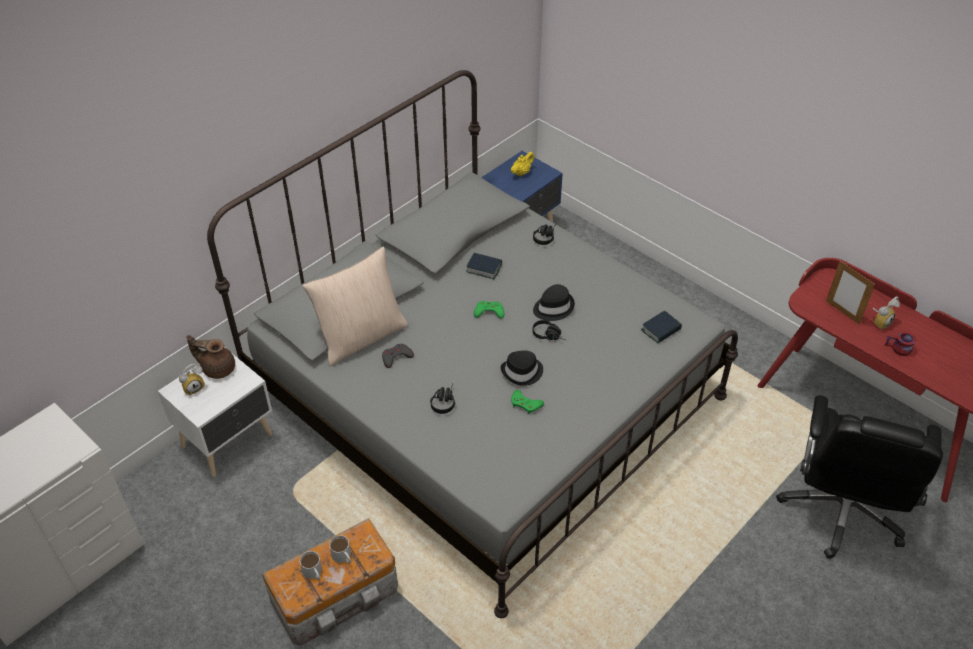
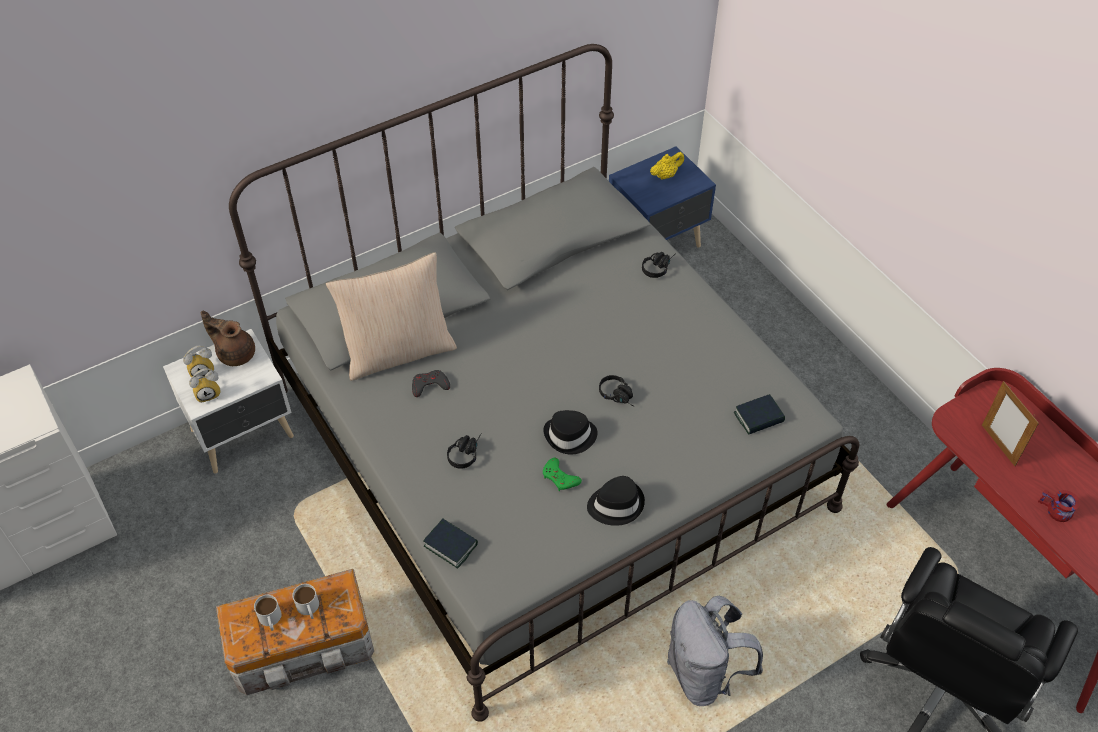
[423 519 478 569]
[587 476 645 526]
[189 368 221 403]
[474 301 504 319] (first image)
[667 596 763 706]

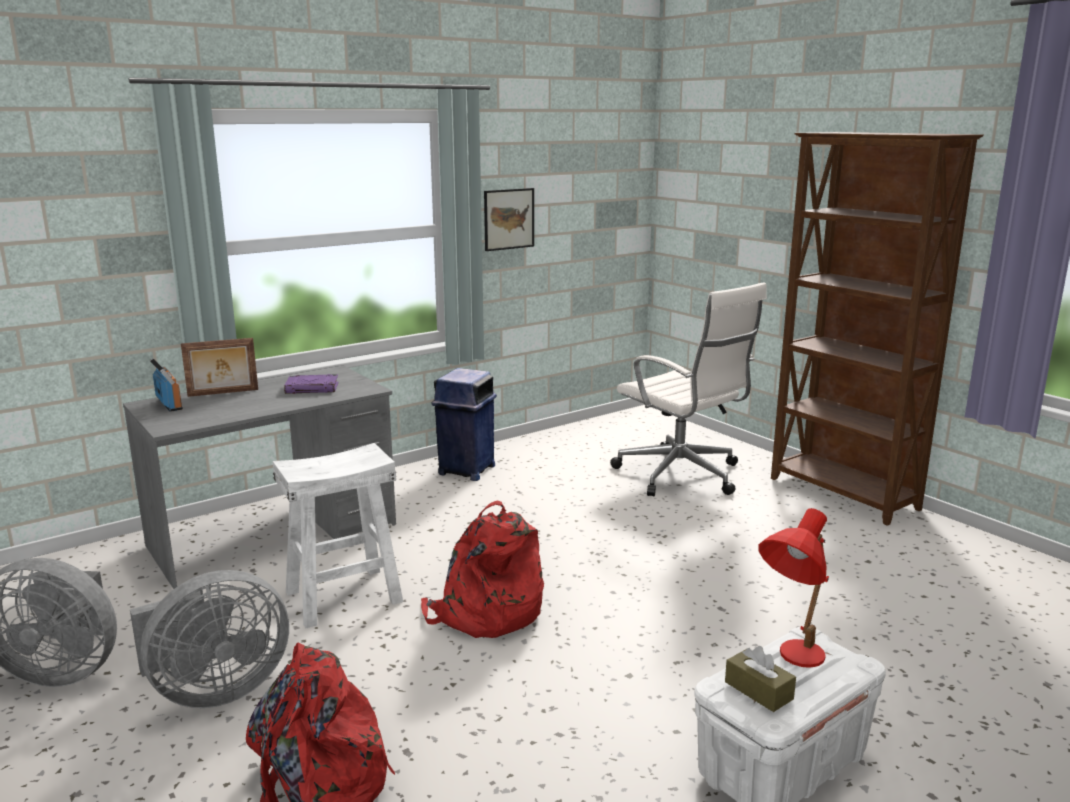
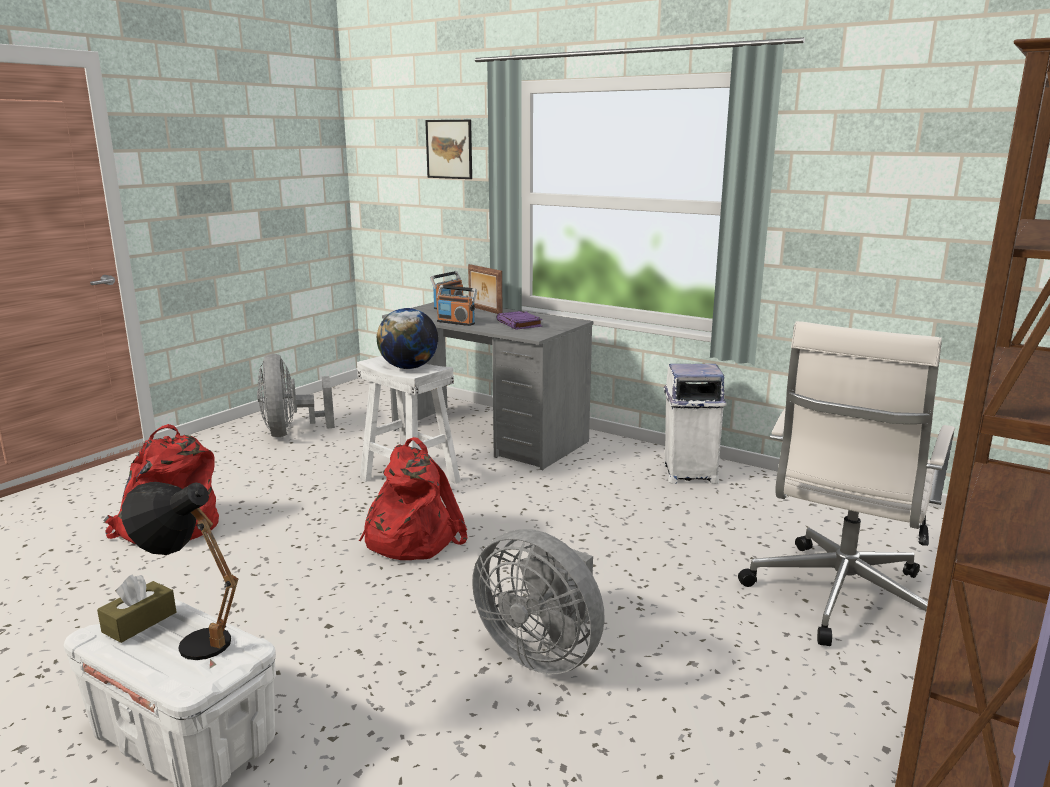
[425 120 472 179]
[664 364 727 484]
[122 482 238 660]
[472 529 605 674]
[437 285 477 326]
[377 308 438 369]

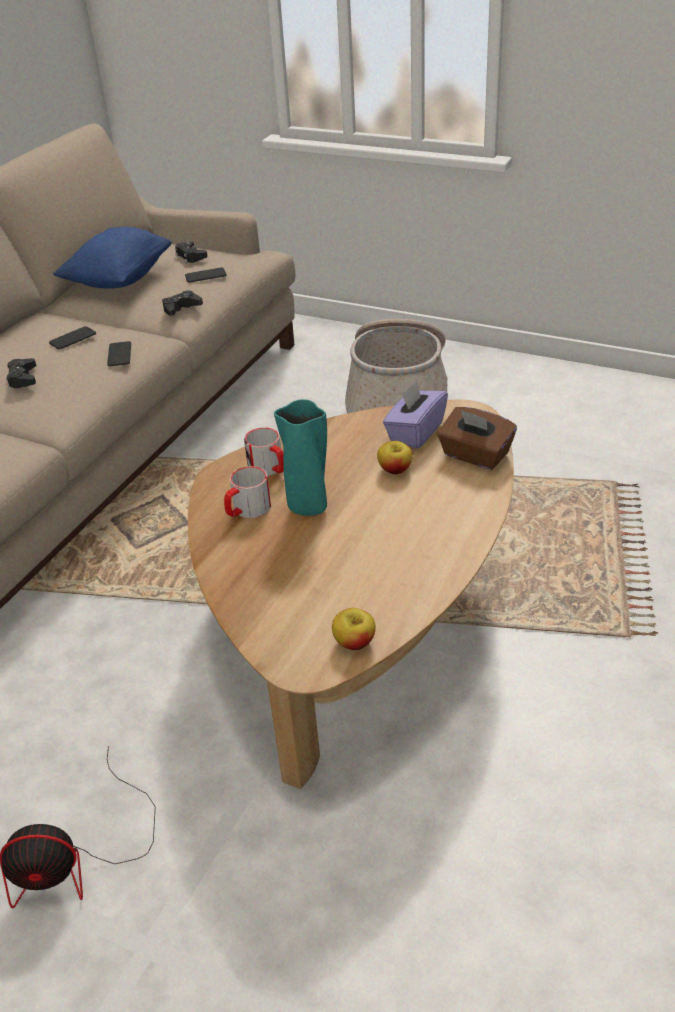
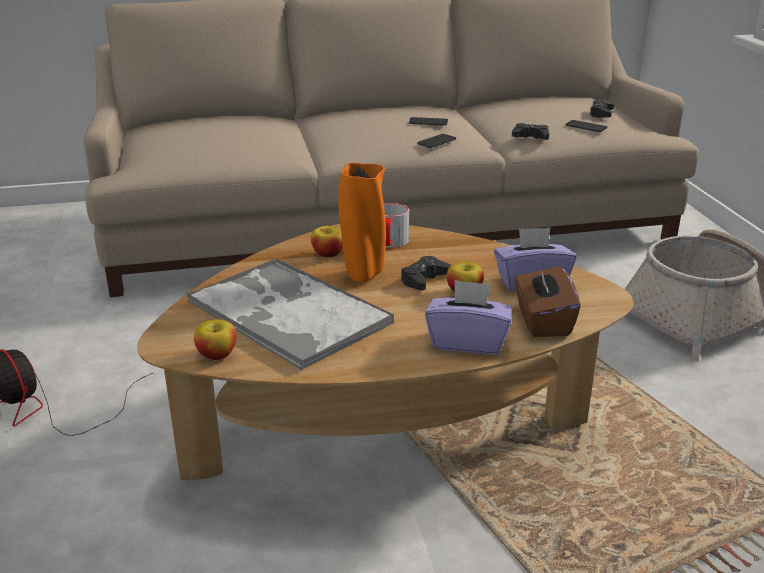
[53 227 172 289] (first image)
[401 256 451 290]
[338 163 386 282]
[311 226 343 257]
[186 258 394 371]
[425 280 512 355]

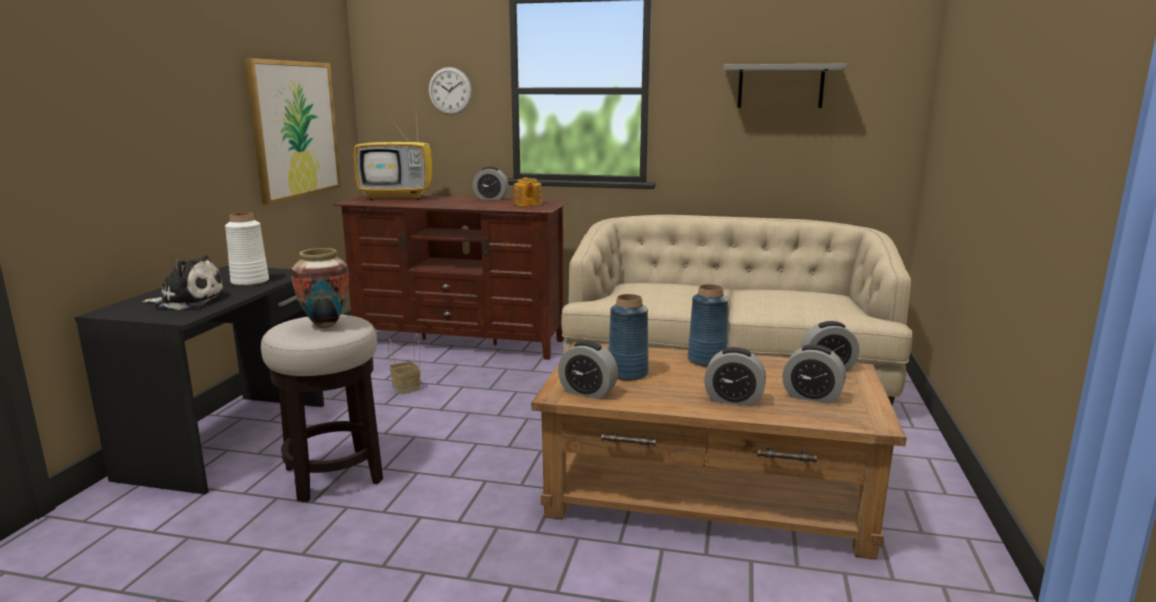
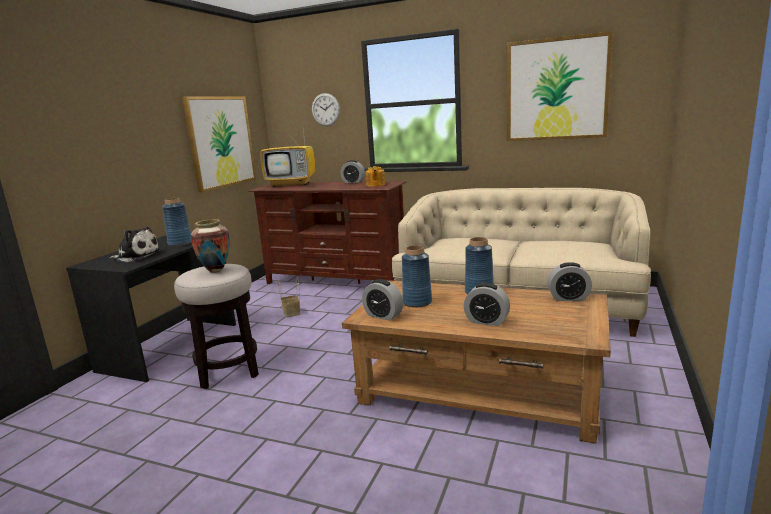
[507 31 613 141]
[162 198 191 246]
[782 345 846 404] (first image)

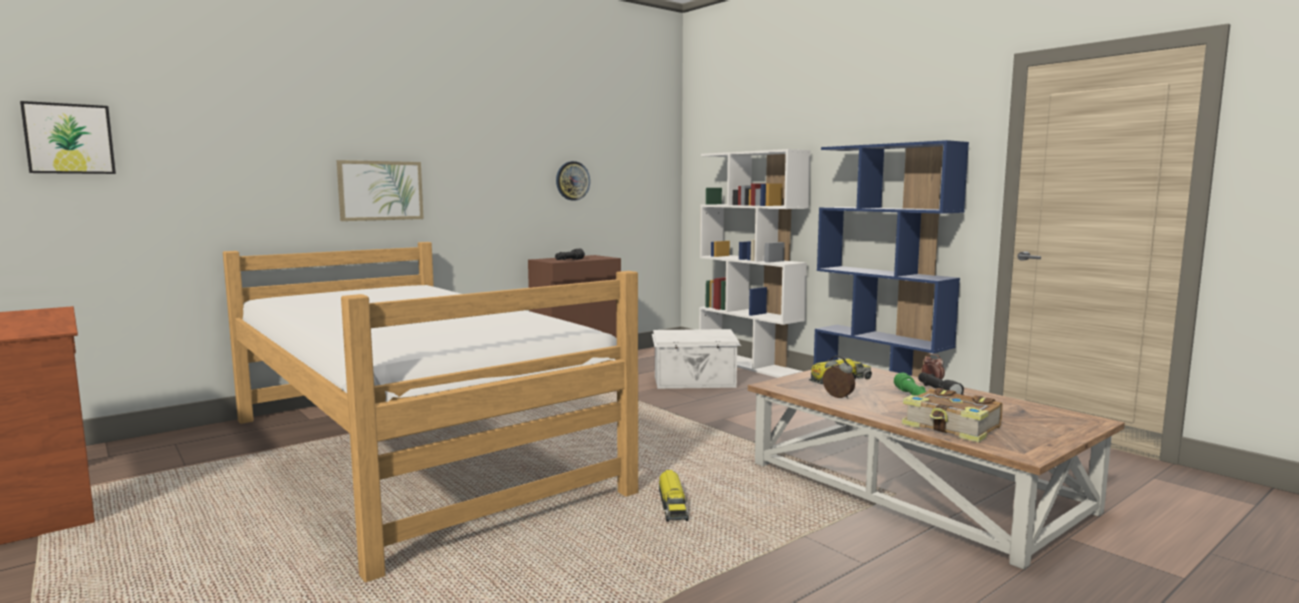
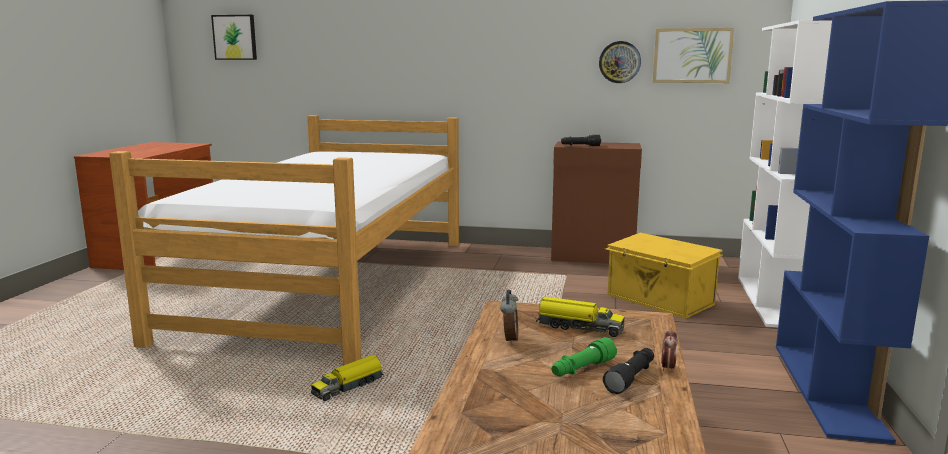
[652 28 734 83]
[605 233 723 319]
[902 388 1003 443] (first image)

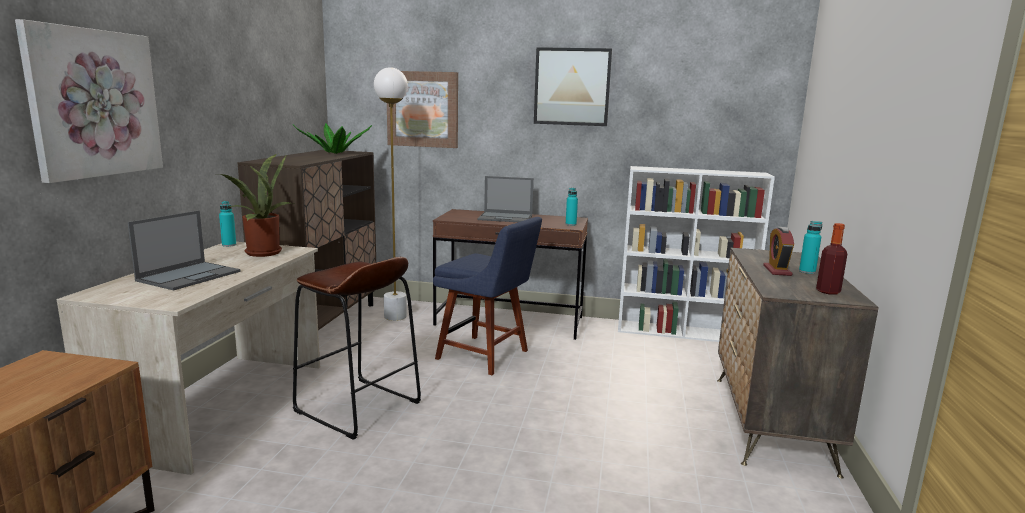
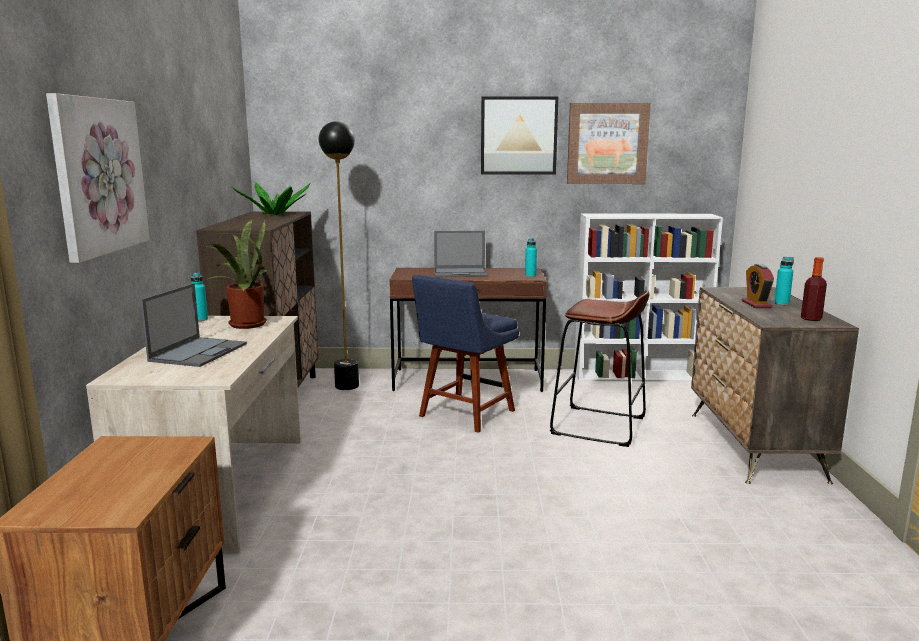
[319 121 359 390]
[567 103 651 184]
[412 275 519 433]
[550 290 649 447]

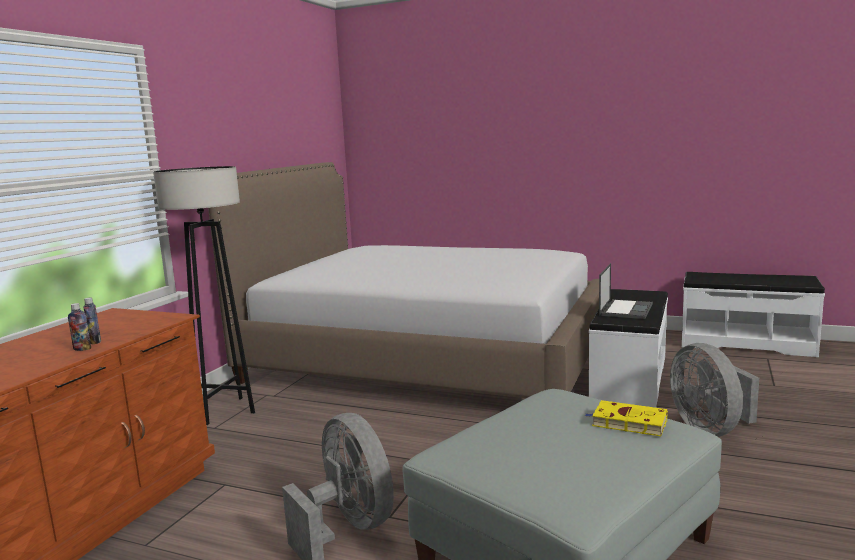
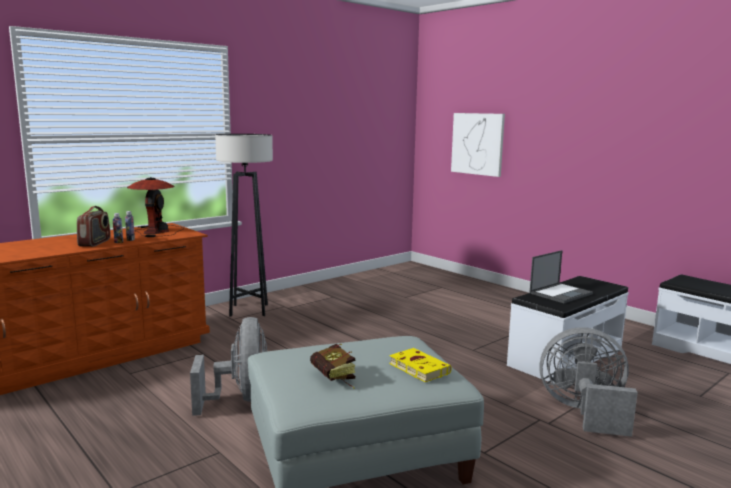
[208 162 599 398] (first image)
[540 327 638 437]
[451 113 505 177]
[127 177 184 237]
[77 206 111 247]
[310 344 356 389]

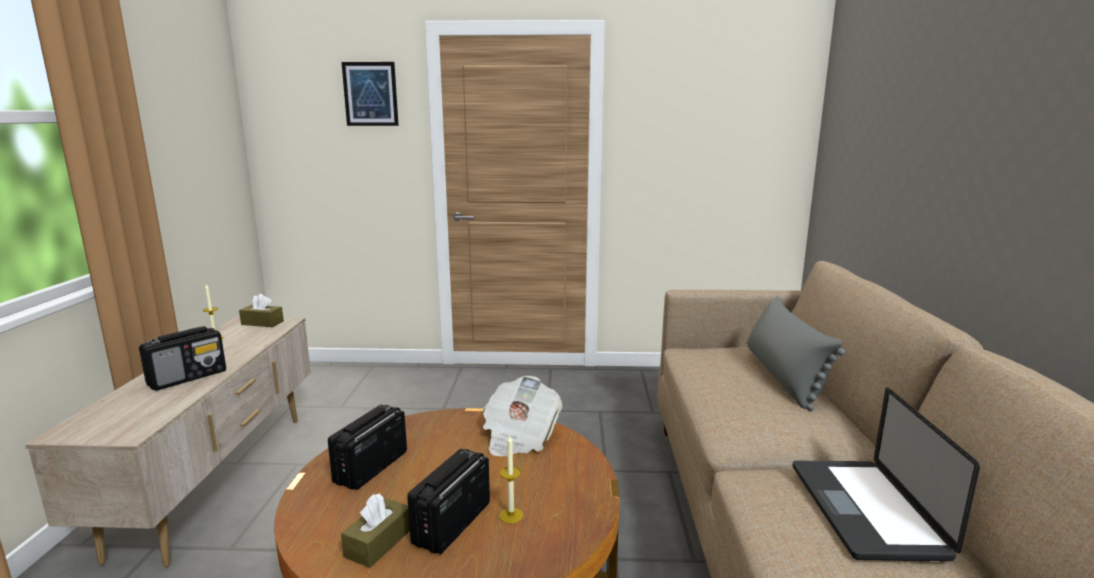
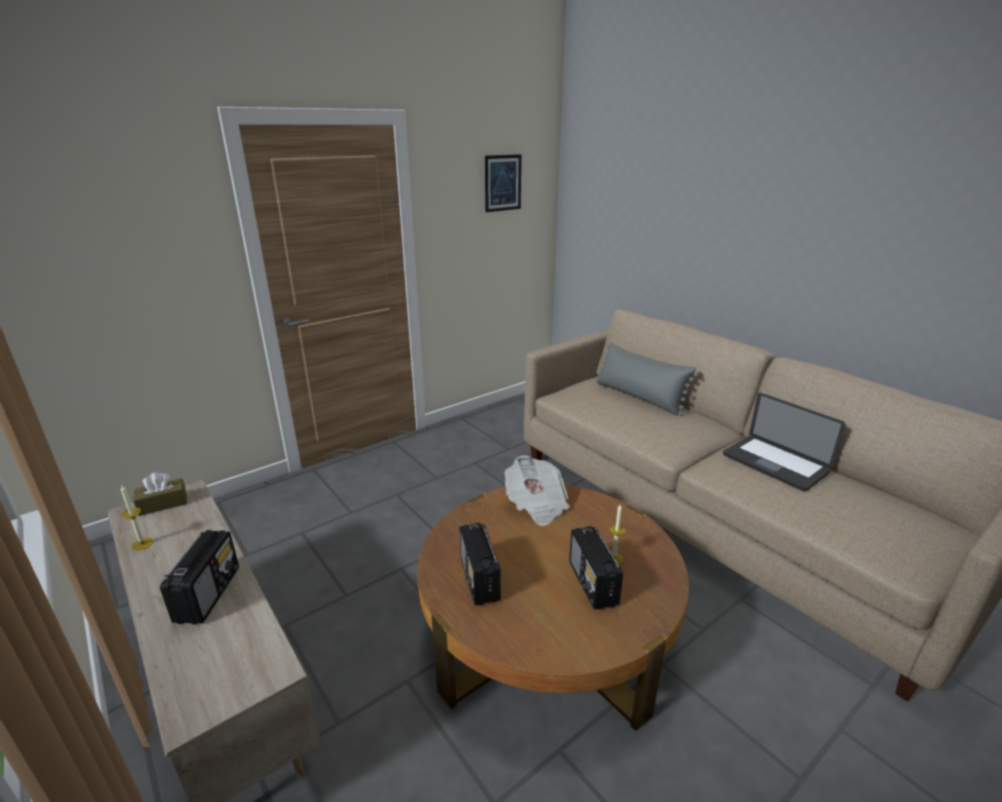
[485 154 521 212]
[341 493 410 568] (first image)

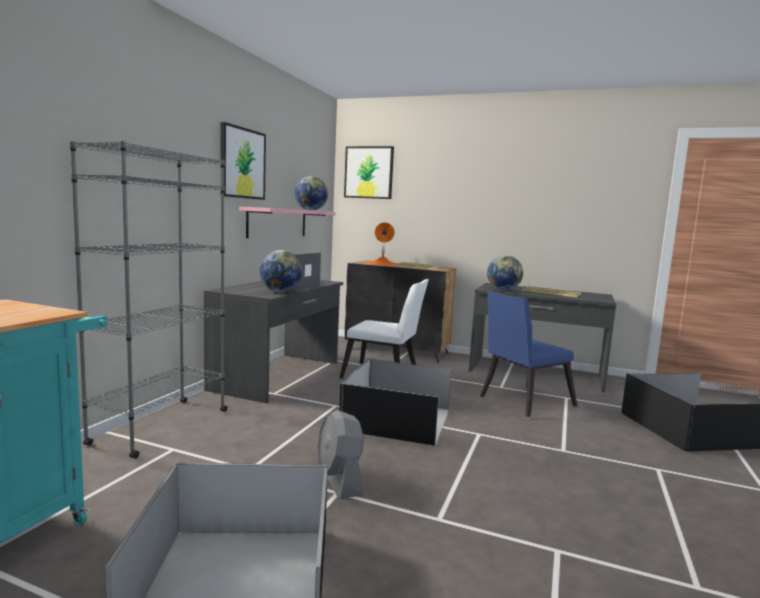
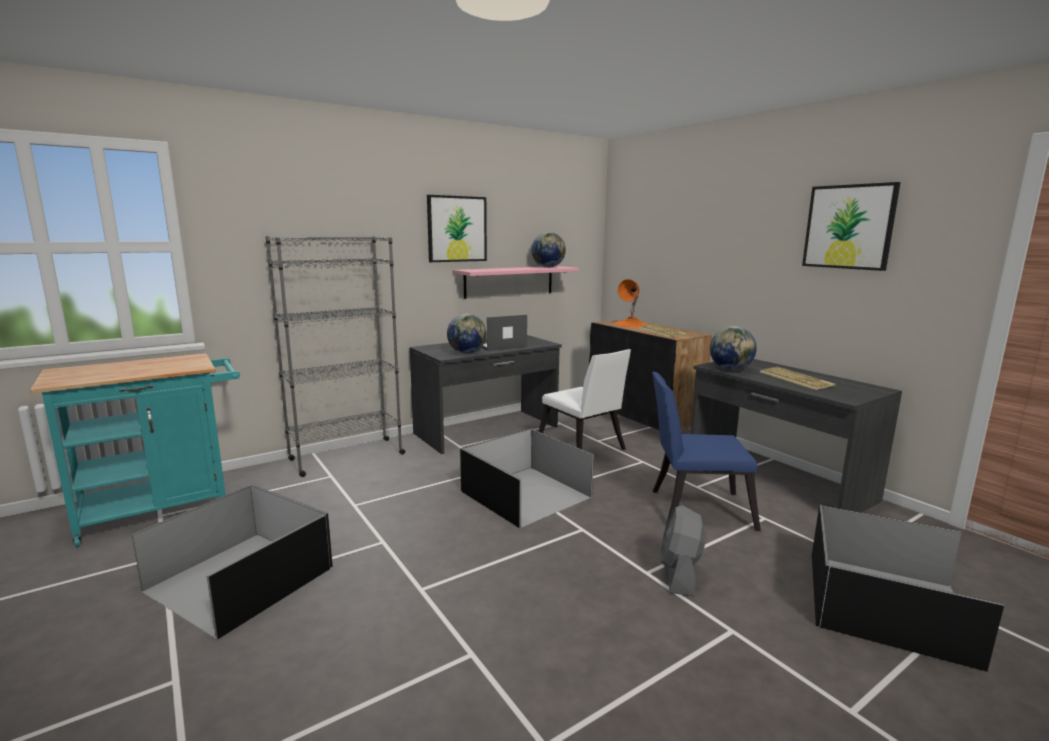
[802 182 901 271]
[661 505 706 596]

